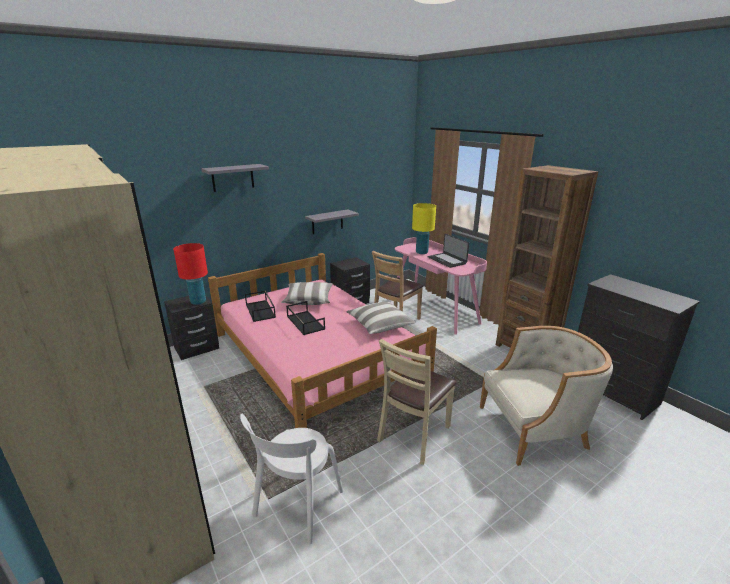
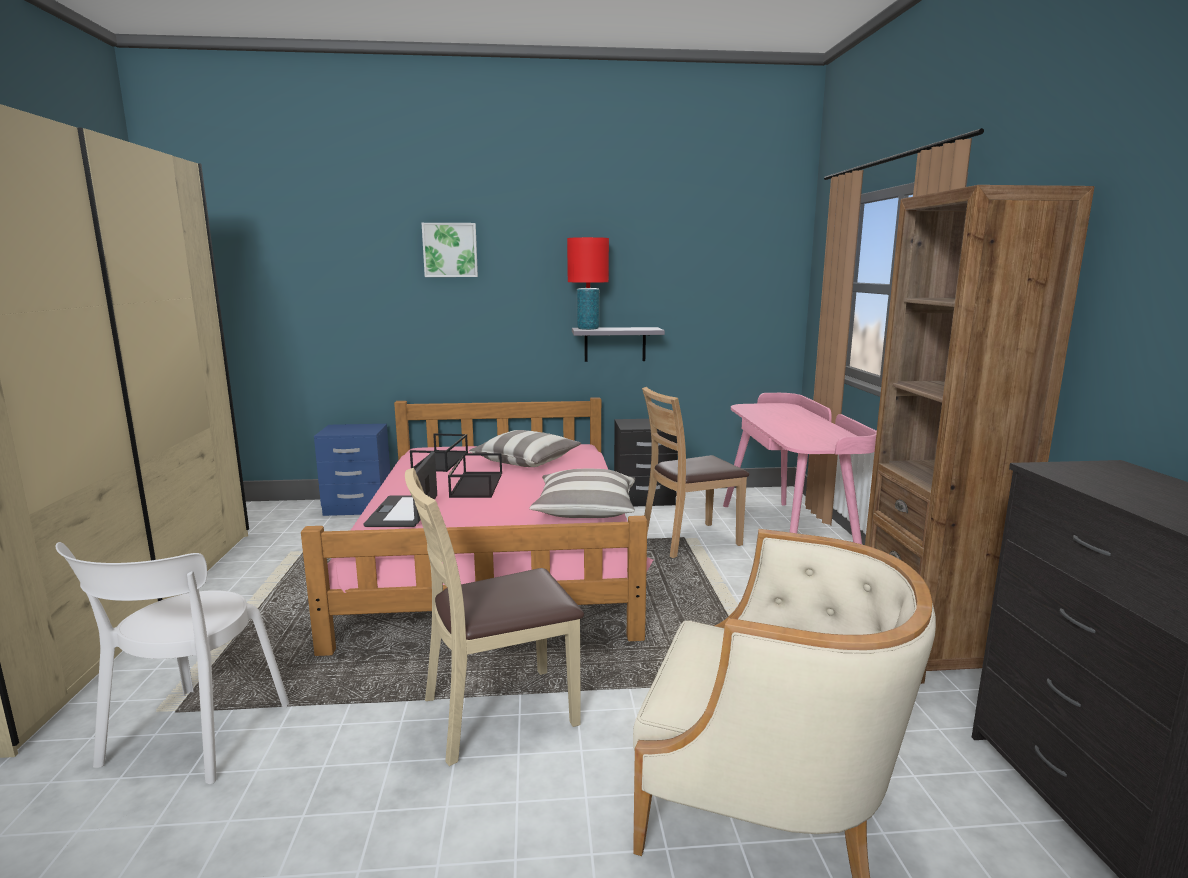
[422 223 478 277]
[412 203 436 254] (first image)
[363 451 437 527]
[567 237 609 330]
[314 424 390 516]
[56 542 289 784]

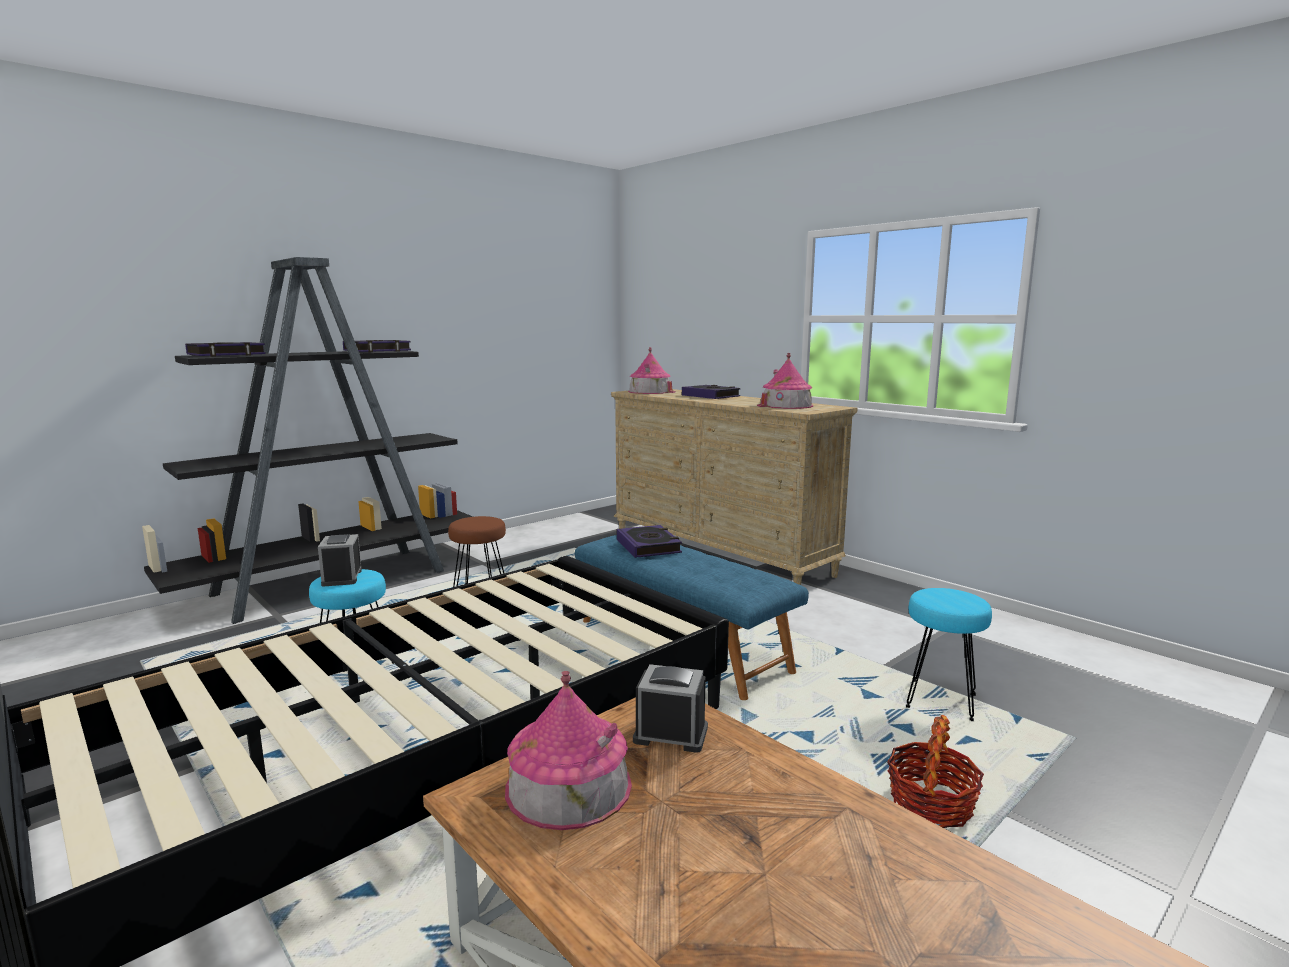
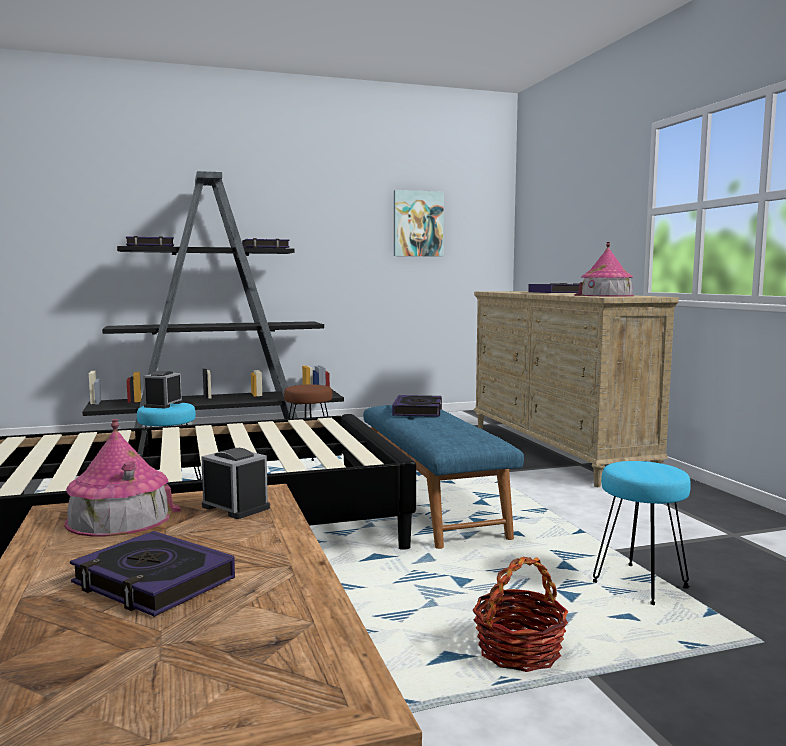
[628 347 676 394] (first image)
[394 190 444 257]
[70 531 235 617]

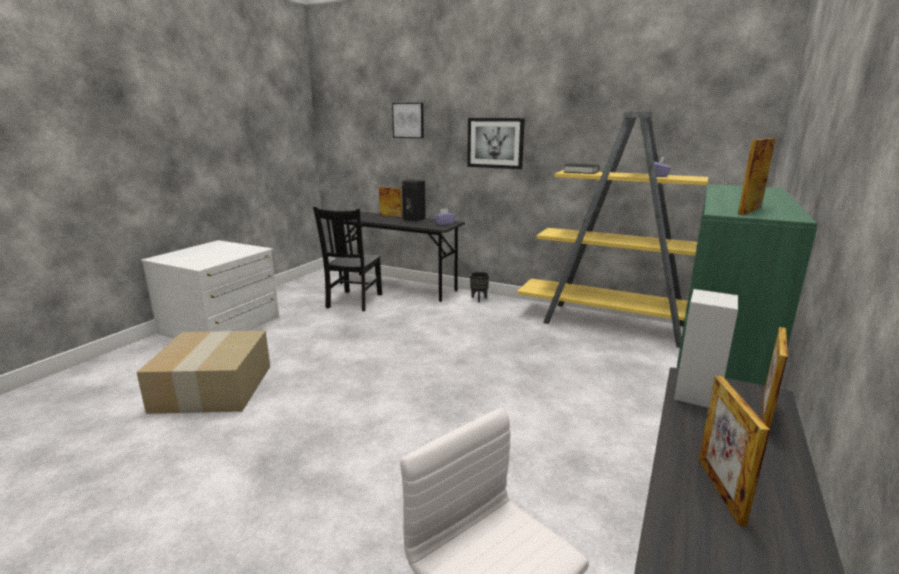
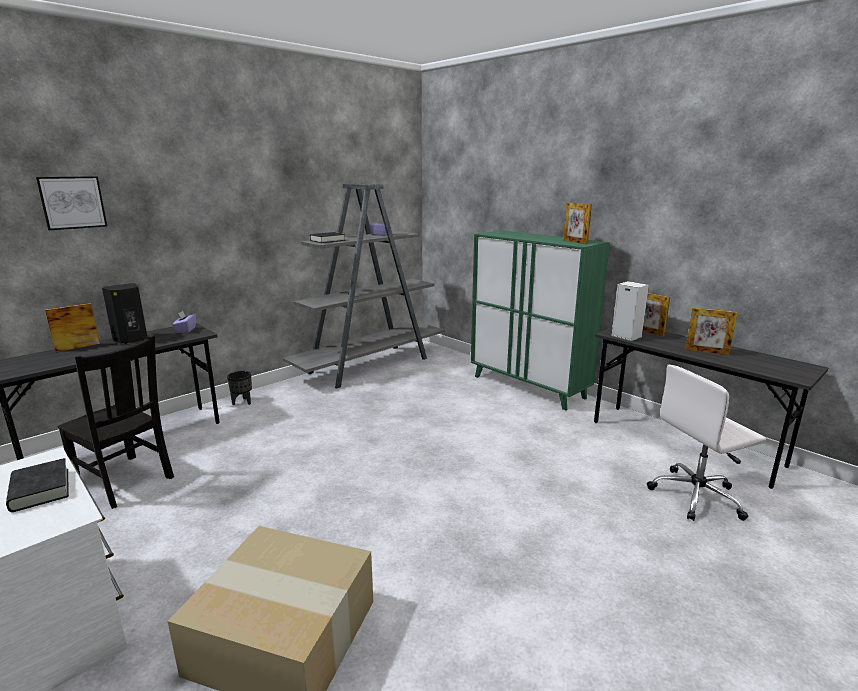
[283 183 445 389]
[467 118 525 169] (first image)
[6 458 69 512]

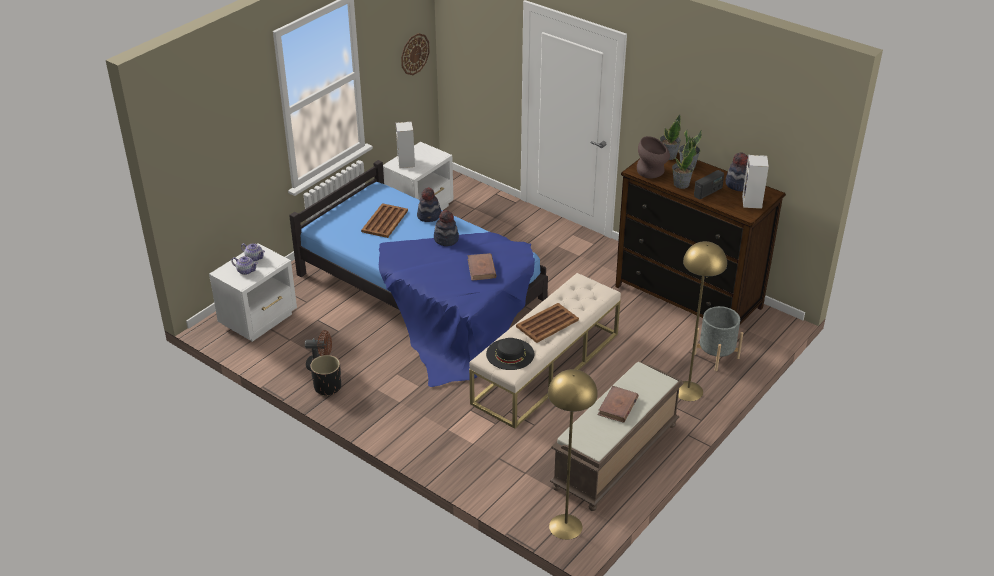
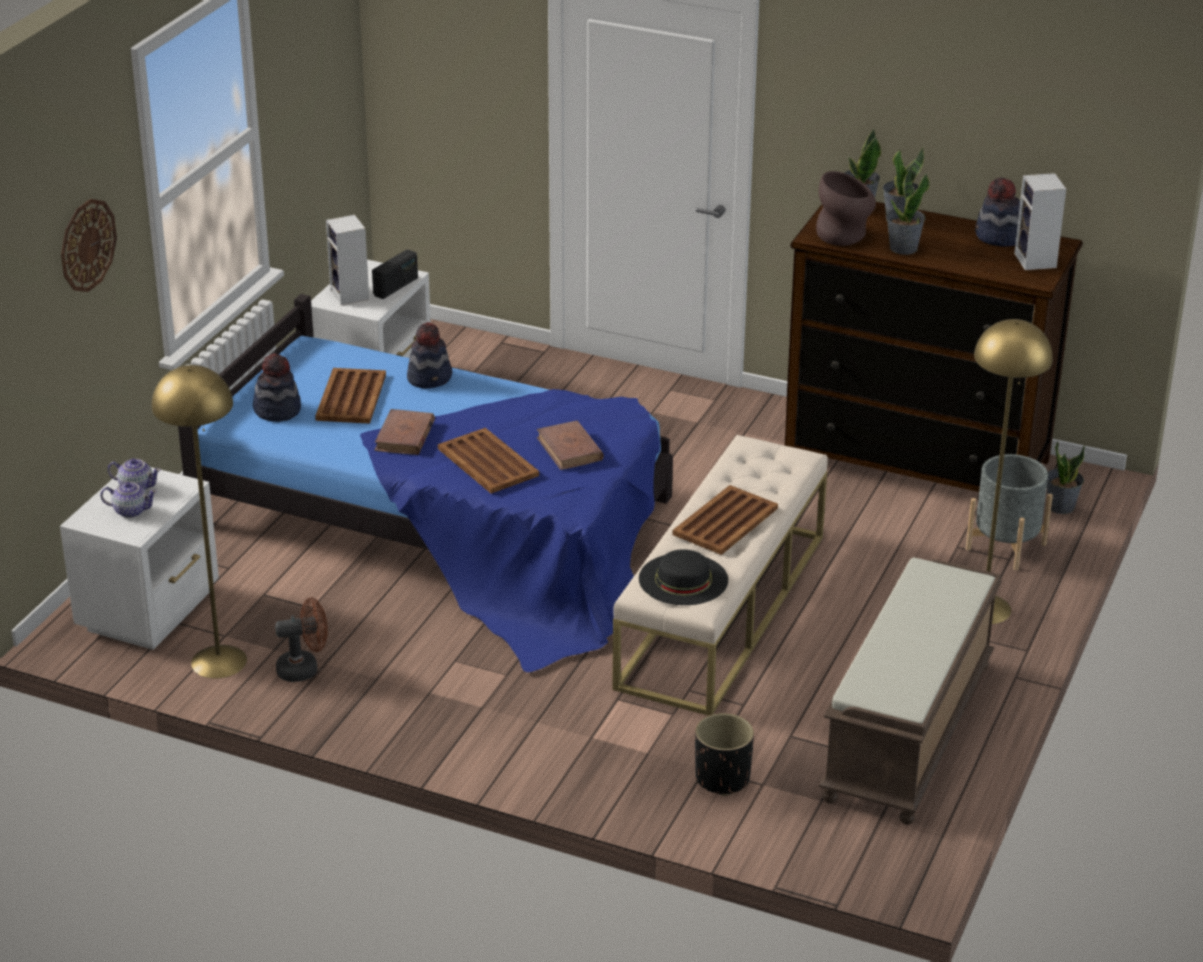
[61 199 117 292]
[372 249 418 299]
[253 354 301 422]
[695 713 754 796]
[152 365 247 679]
[374 409 435 455]
[438 428 539 494]
[1047 441 1085 514]

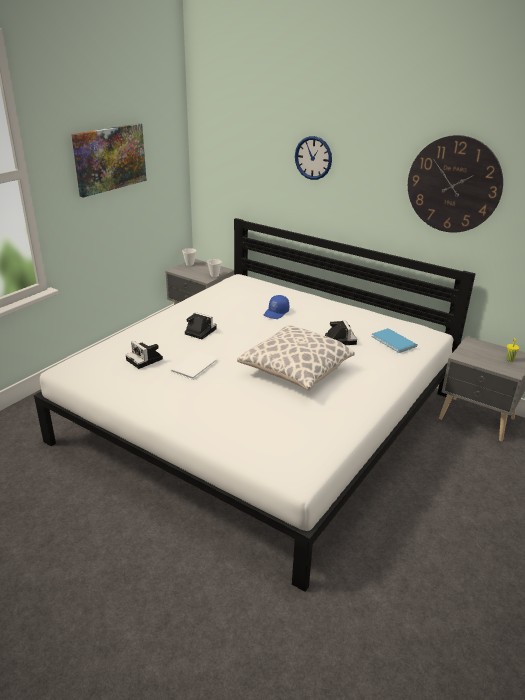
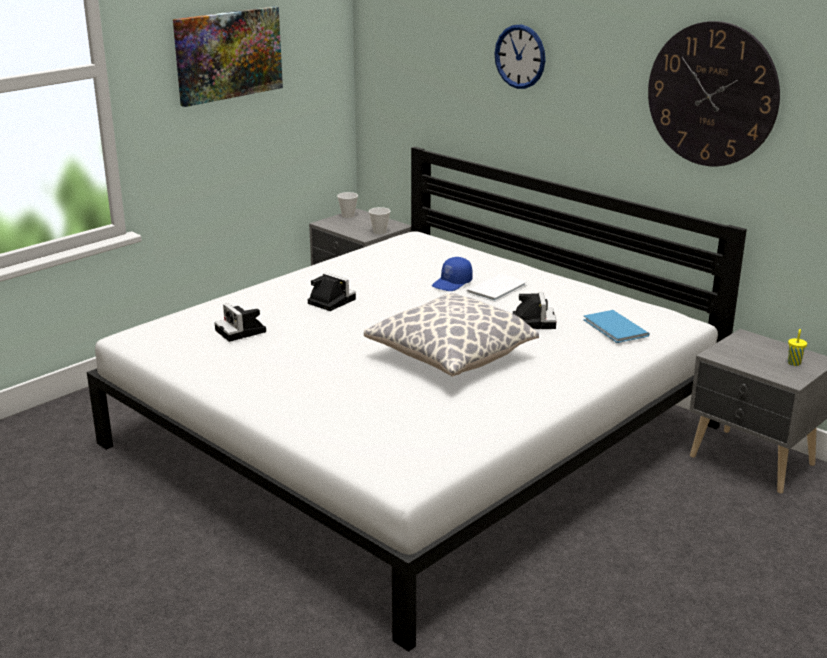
[467 274 527 302]

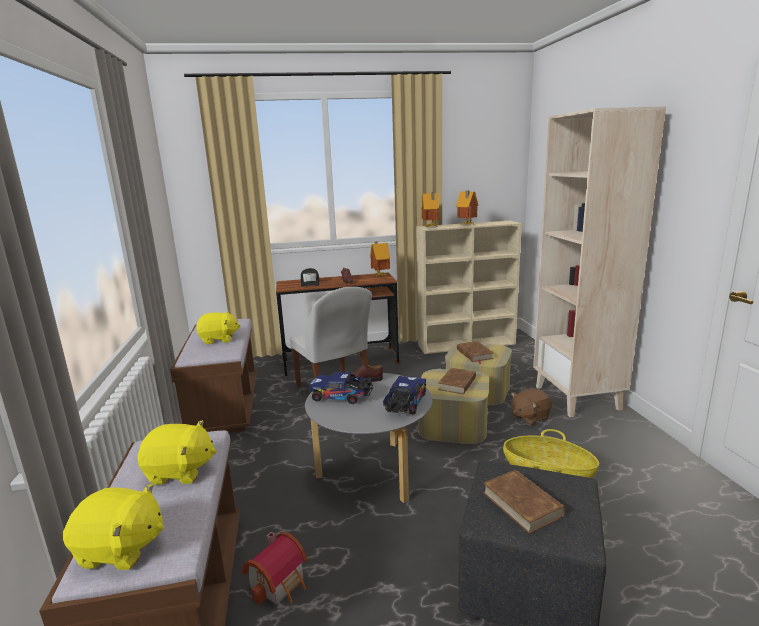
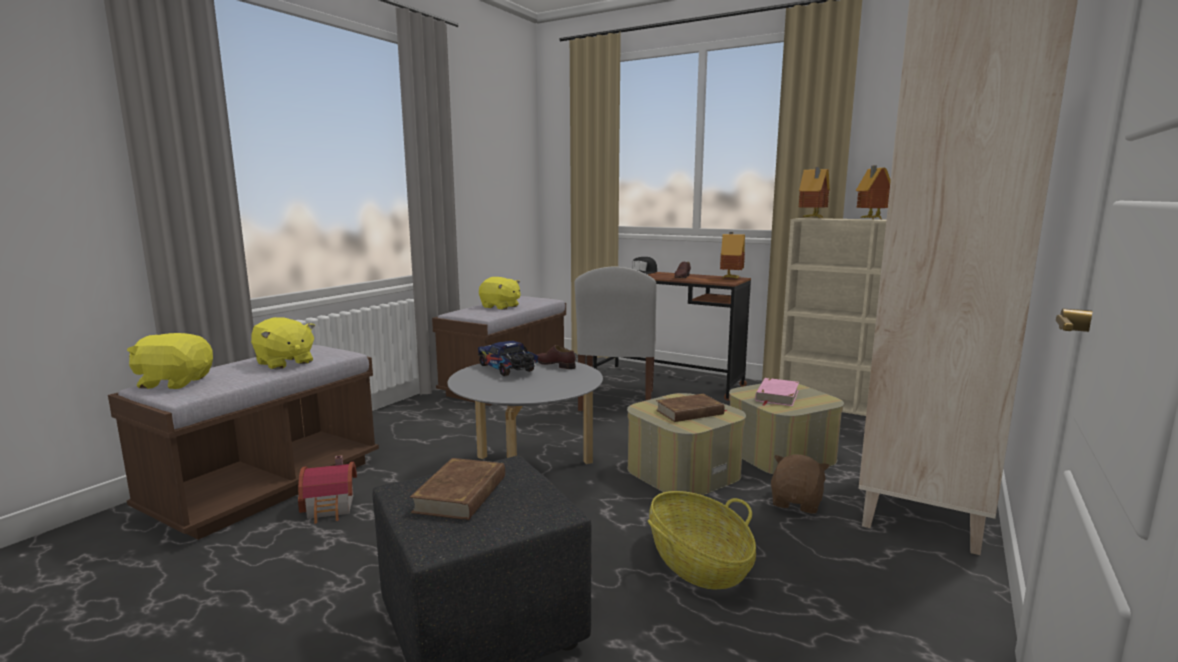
[755 378 799 406]
[383 376 426 415] (first image)
[771 454 829 514]
[127 333 213 389]

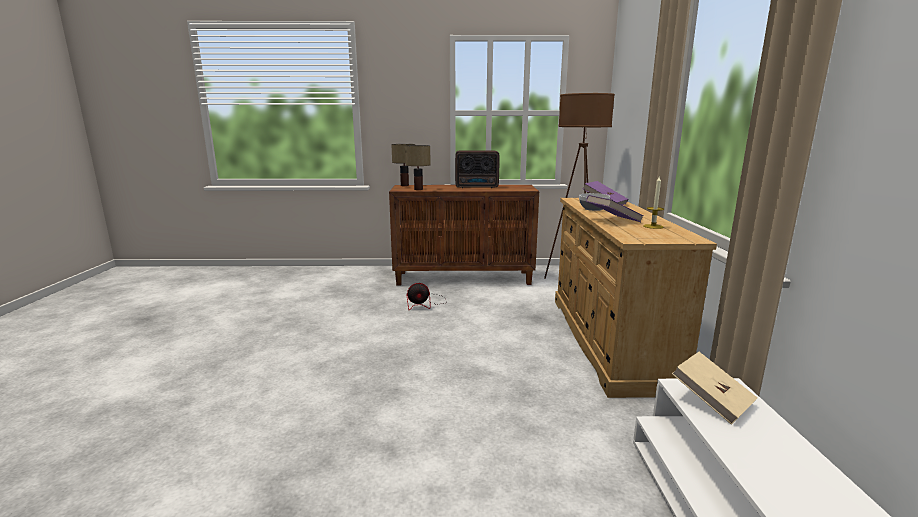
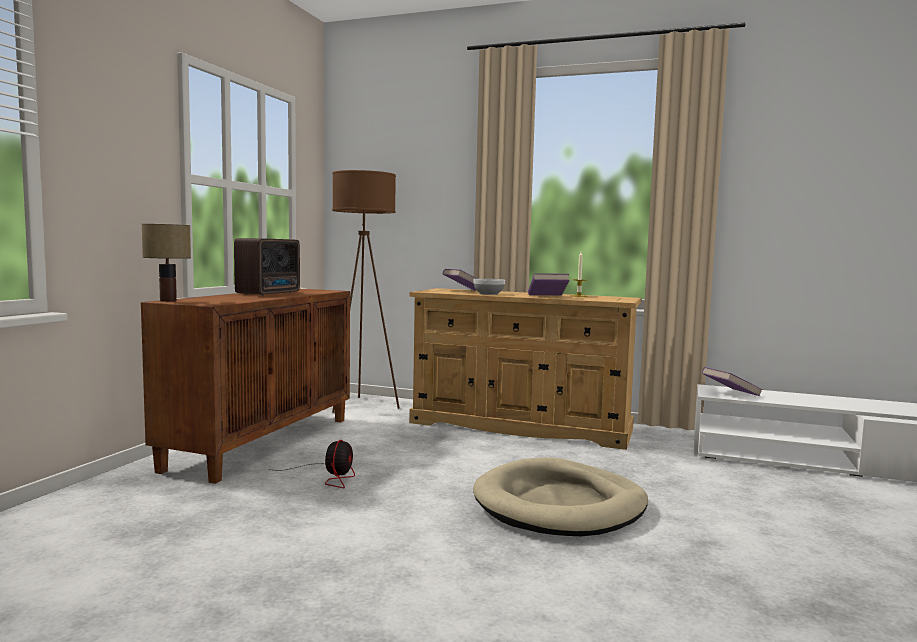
[405 145 431 190] (first image)
[702 367 763 396]
[473 458 648 536]

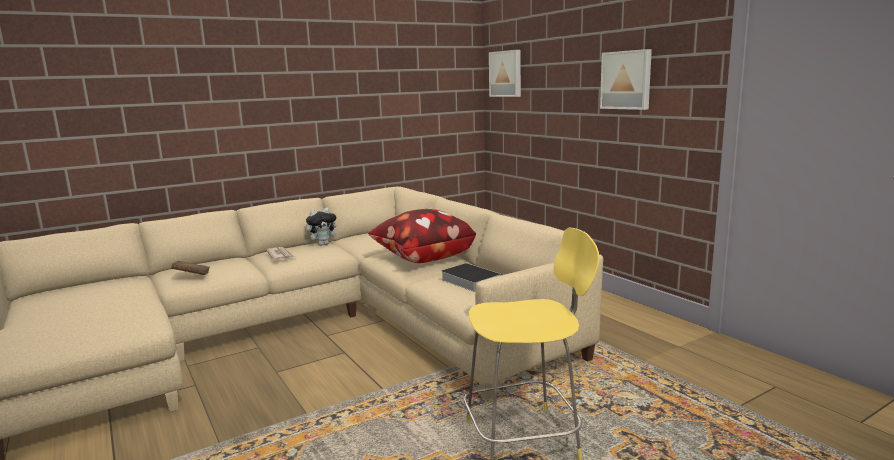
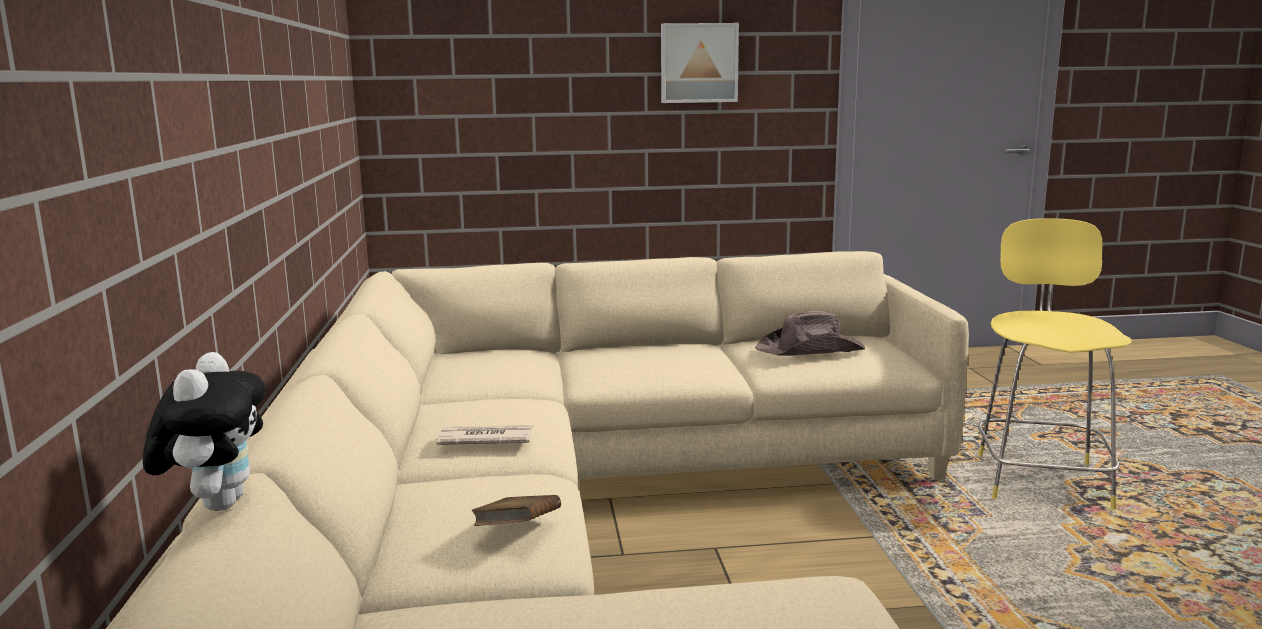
[489 50 521 97] (first image)
[143 352 265 511]
[368 209 476 263] (first image)
[755 311 865 356]

